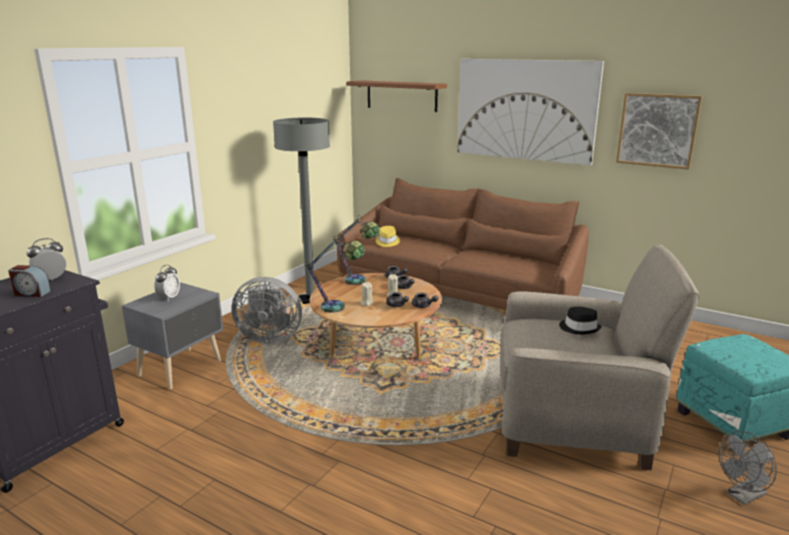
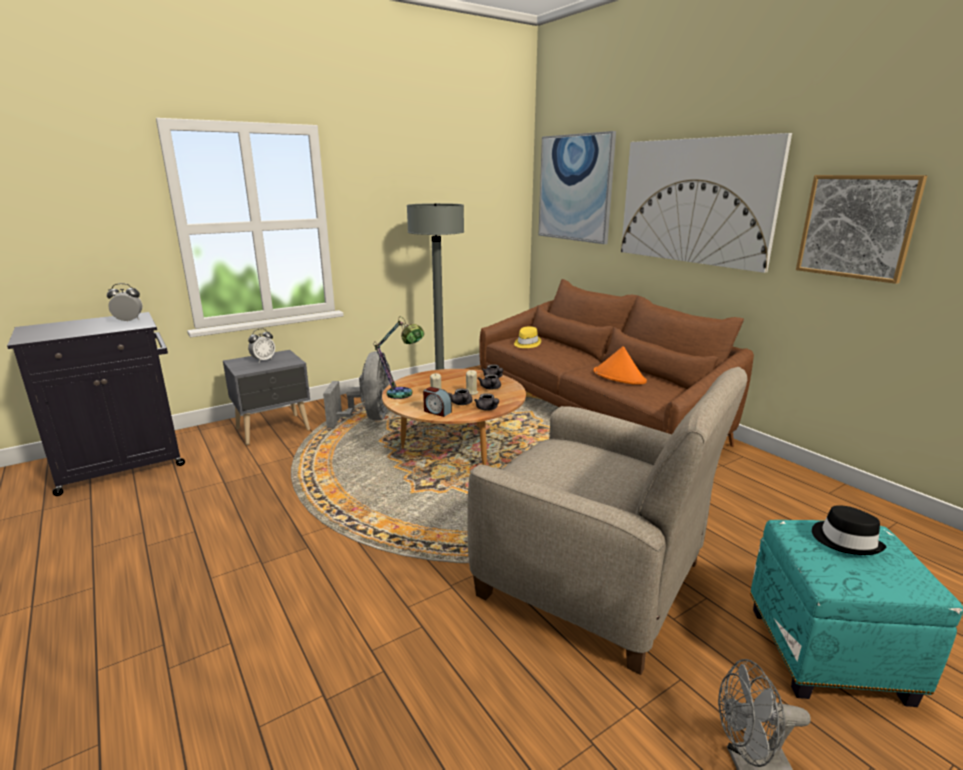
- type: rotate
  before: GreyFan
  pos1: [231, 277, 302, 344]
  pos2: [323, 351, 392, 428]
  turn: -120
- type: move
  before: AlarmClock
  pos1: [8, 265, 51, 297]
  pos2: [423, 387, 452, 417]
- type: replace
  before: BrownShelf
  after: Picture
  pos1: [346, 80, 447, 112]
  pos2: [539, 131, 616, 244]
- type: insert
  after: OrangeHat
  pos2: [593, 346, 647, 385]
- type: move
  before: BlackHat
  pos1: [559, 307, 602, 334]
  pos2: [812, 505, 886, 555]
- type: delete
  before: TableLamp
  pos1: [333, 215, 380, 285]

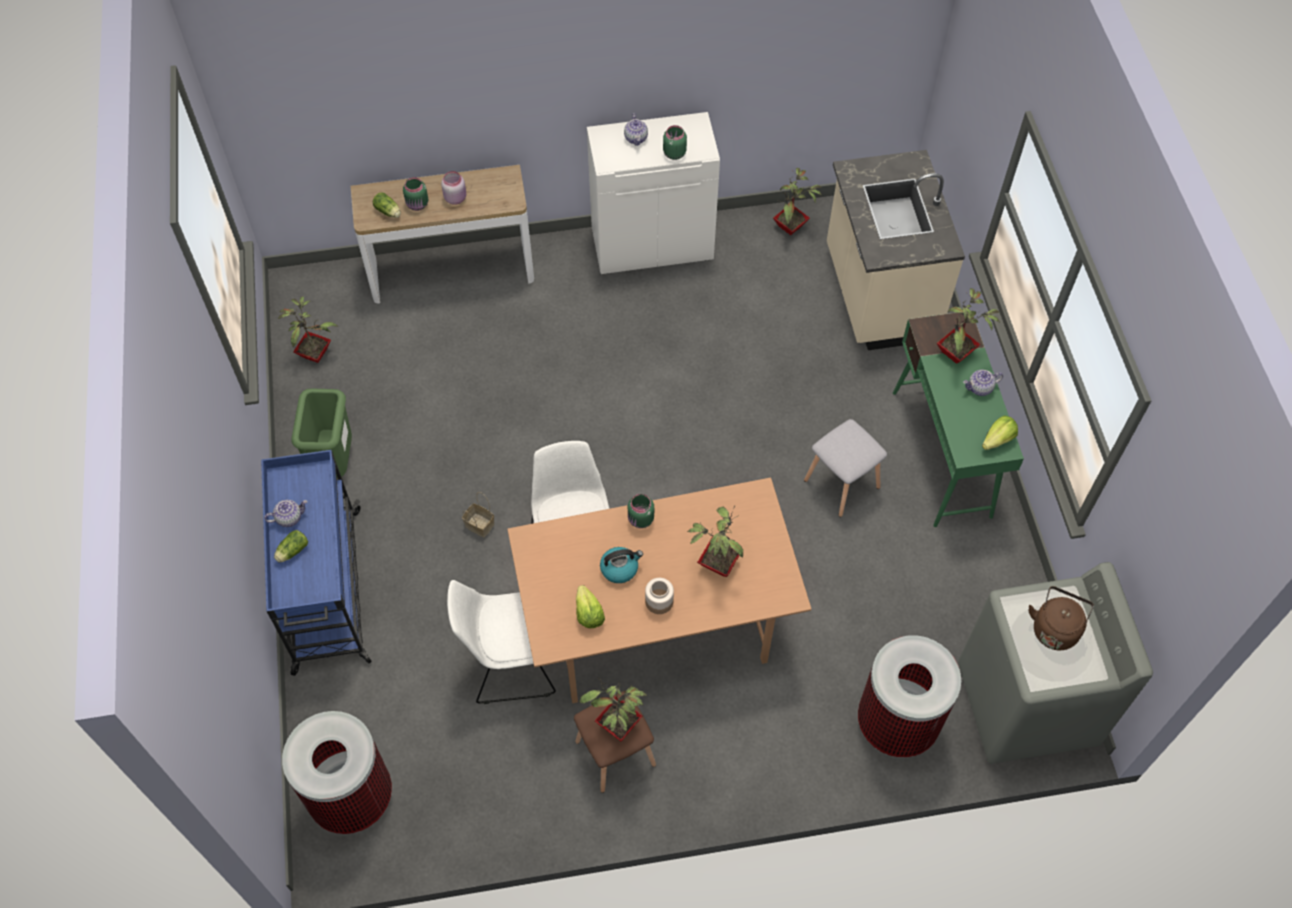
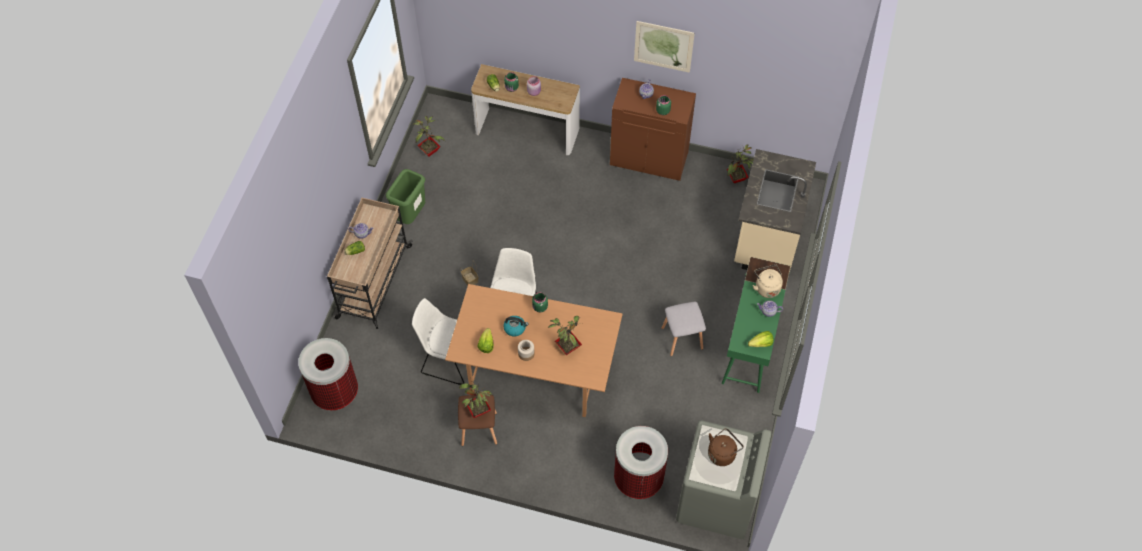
- type: recolor
  before: BlueCart
  after: BeigeCart
  pos1: [261, 450, 372, 676]
  pos2: [327, 198, 413, 329]
- type: recolor
  before: WhiteCabinet
  after: BrownCabinet
  pos1: [587, 112, 720, 274]
  pos2: [610, 78, 696, 181]
- type: insert
  after: Picture
  pos2: [634, 21, 695, 73]
- type: replace
  before: PottedPlant
  after: BeigeKettle
  pos1: [937, 288, 1000, 364]
  pos2: [753, 264, 783, 298]

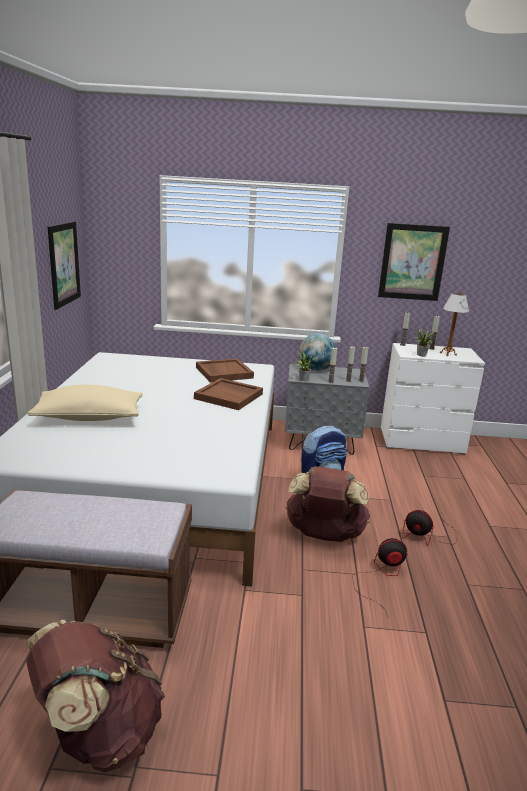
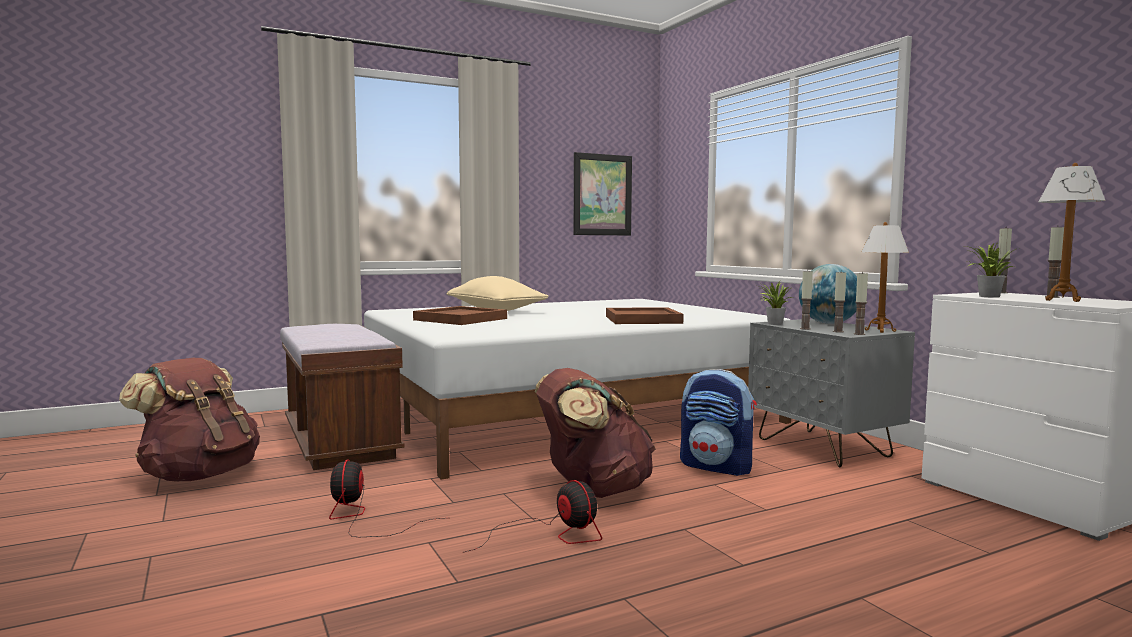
- type: move
  before: Fan
  pos1: [402, 510, 458, 546]
  pos2: [329, 460, 442, 537]
- type: move
  before: BrownTray
  pos1: [196, 358, 254, 382]
  pos2: [413, 306, 507, 325]
- type: insert
  after: TableLamp
  pos2: [861, 222, 909, 333]
- type: delete
  before: Picture
  pos1: [378, 223, 450, 301]

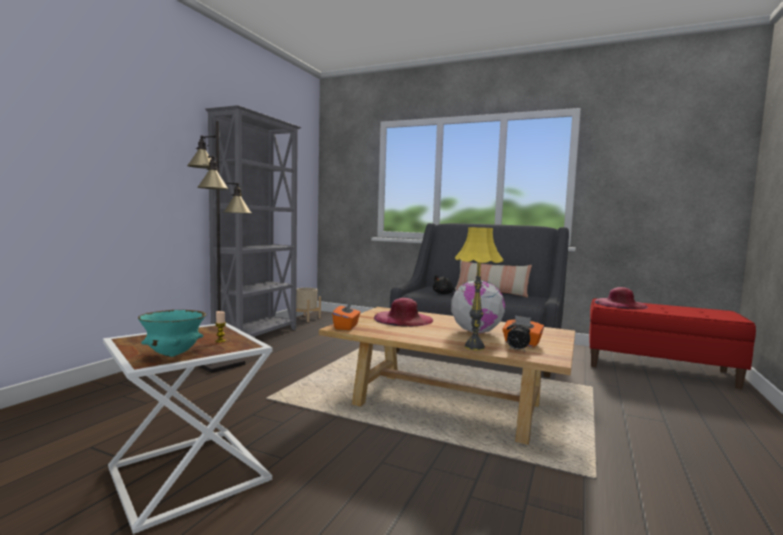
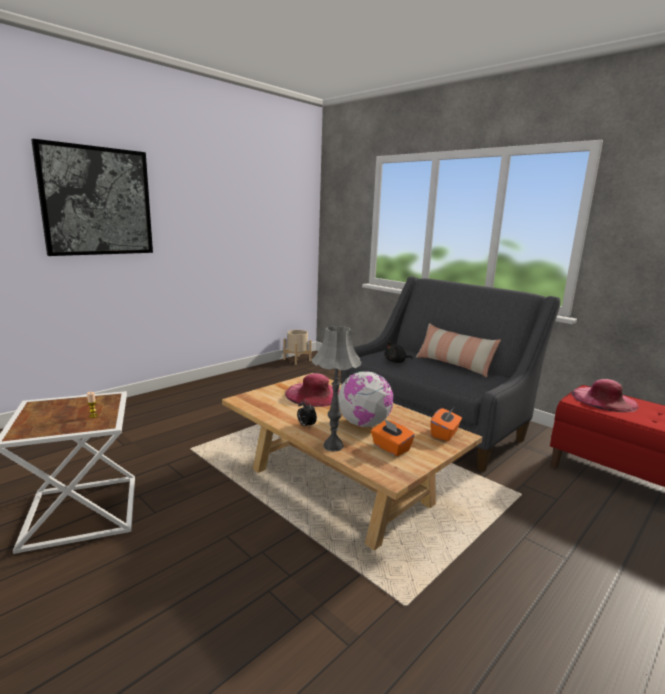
- type: insert
  after: Picture
  pos2: [31, 139, 153, 256]
- type: move
  before: AlarmClock
  pos1: [507, 321, 530, 351]
  pos2: [297, 400, 317, 428]
- type: recolor
  before: YellowTableLamp
  after: GreyTableLamp
  pos1: [455, 227, 503, 351]
  pos2: [312, 326, 362, 451]
- type: move
  before: OrangeTissueBox
  pos1: [332, 301, 361, 330]
  pos2: [430, 408, 462, 441]
- type: delete
  before: TurquoiseBowl
  pos1: [138, 310, 207, 357]
- type: delete
  before: BlackFloorLamp
  pos1: [187, 121, 251, 373]
- type: delete
  before: GreyBookcase
  pos1: [205, 105, 302, 337]

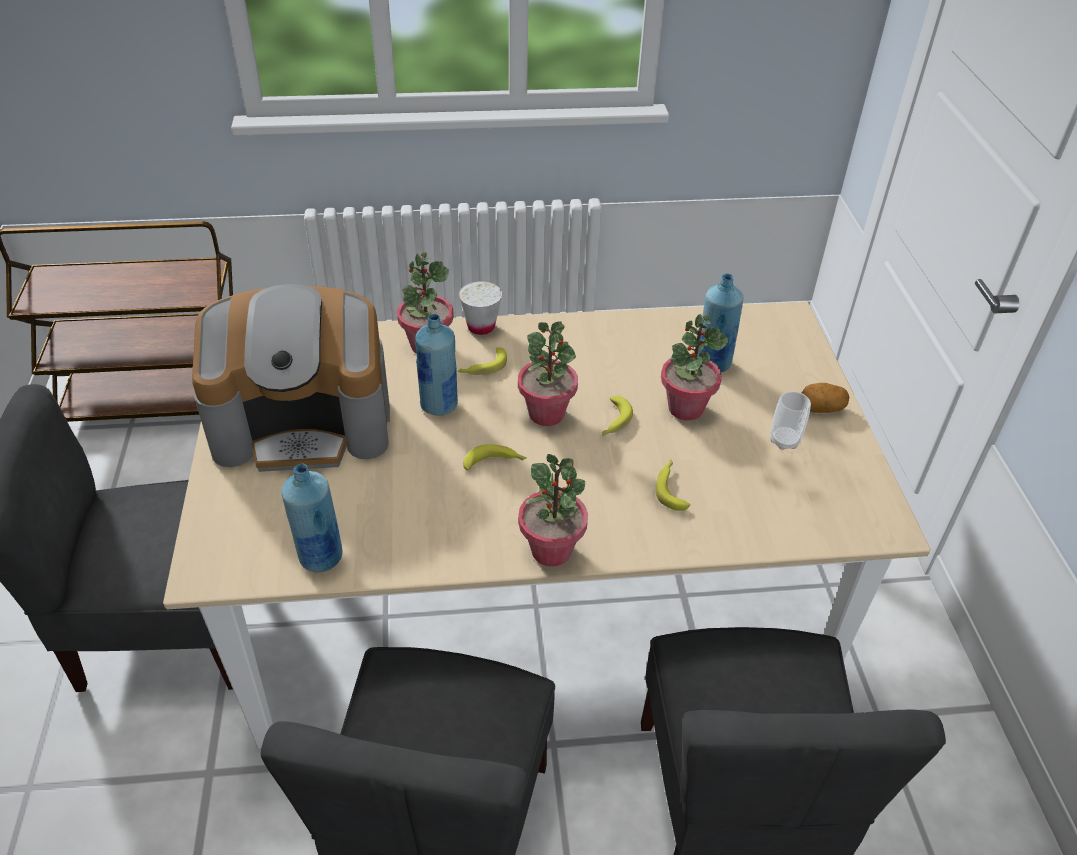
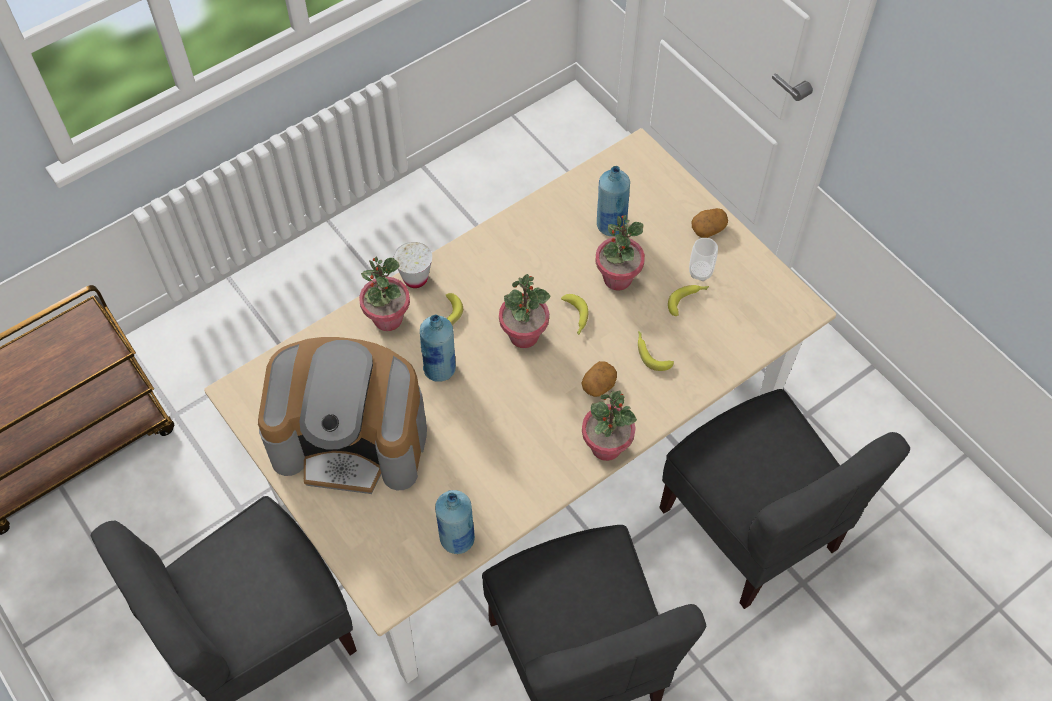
- type: rotate
  before: CoffeeMachine
  pos1: [192, 284, 390, 472]
  pos2: [258, 337, 427, 494]
  turn: 45
- type: insert
  after: Potato
  pos2: [581, 361, 617, 397]
- type: move
  before: Banana
  pos1: [463, 444, 527, 470]
  pos2: [668, 285, 709, 316]

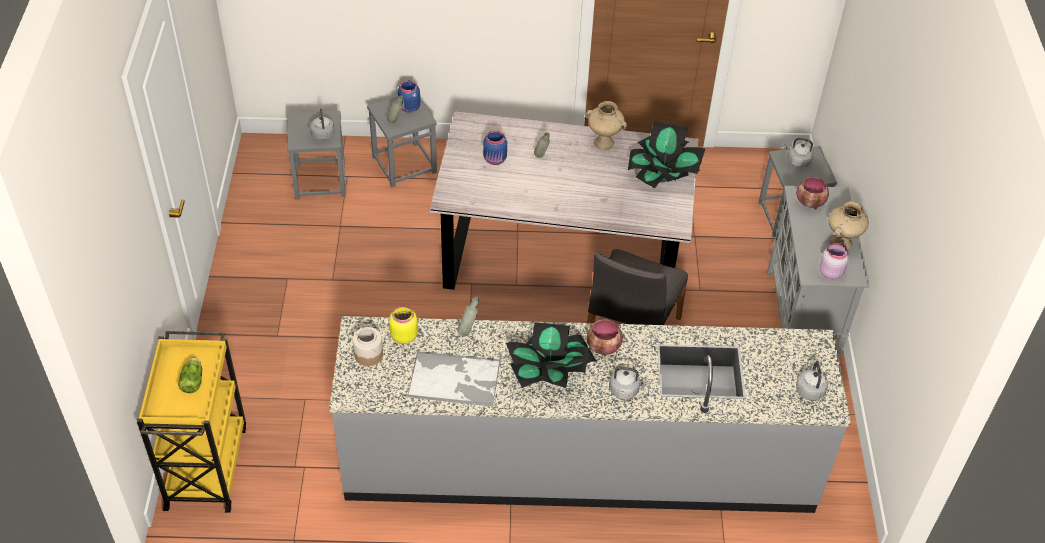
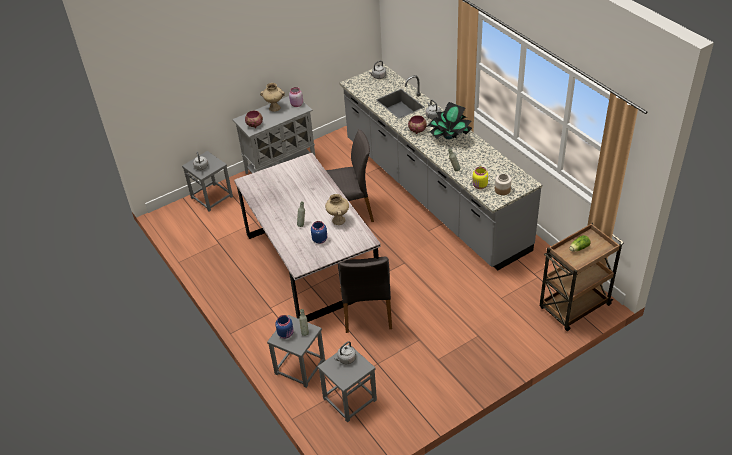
- type: move
  before: BeigeVase
  pos1: [585, 101, 627, 150]
  pos2: [325, 194, 349, 225]
- type: insert
  after: GreyChair
  pos2: [338, 257, 392, 333]
- type: recolor
  before: YellowCart
  after: BrownCart
  pos1: [137, 331, 246, 513]
  pos2: [540, 223, 624, 331]
- type: delete
  before: Tray
  pos1: [407, 351, 501, 407]
- type: delete
  before: PottedPlant
  pos1: [628, 121, 705, 188]

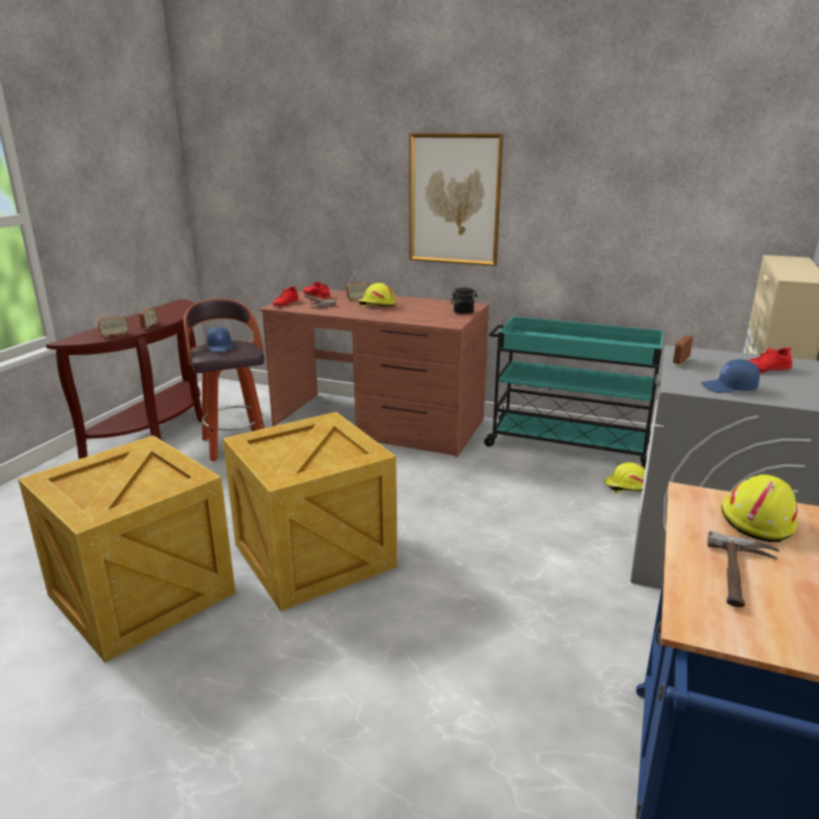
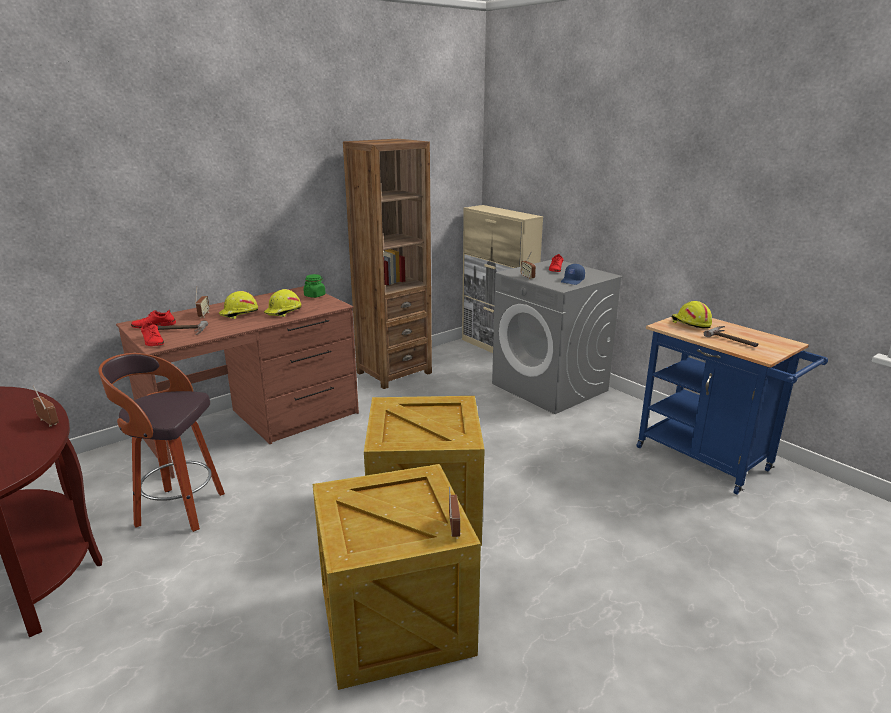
- type: move
  before: YellowHardHat
  pos1: [603, 463, 645, 494]
  pos2: [264, 289, 302, 317]
- type: recolor
  before: BlackJar
  after: GreenJar
  pos1: [451, 287, 477, 314]
  pos2: [303, 274, 326, 298]
- type: replace
  before: TurquoiseCart
  after: BrownBookcase
  pos1: [484, 316, 664, 468]
  pos2: [343, 139, 432, 389]
- type: move
  before: Radio
  pos1: [97, 303, 129, 337]
  pos2: [449, 487, 460, 537]
- type: delete
  before: BlueCap
  pos1: [206, 327, 232, 352]
- type: delete
  before: Picture
  pos1: [410, 133, 503, 266]

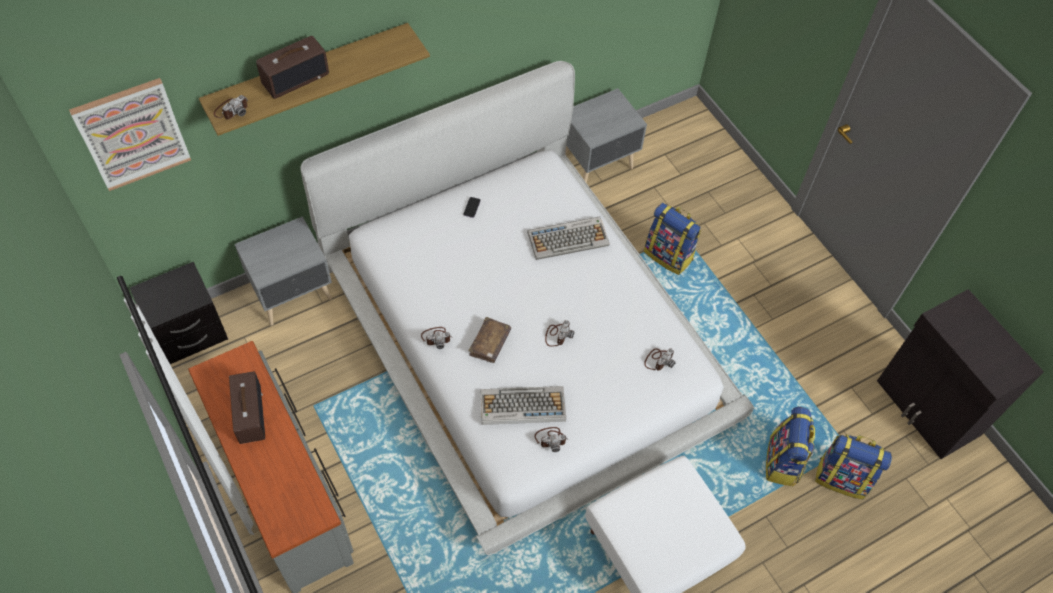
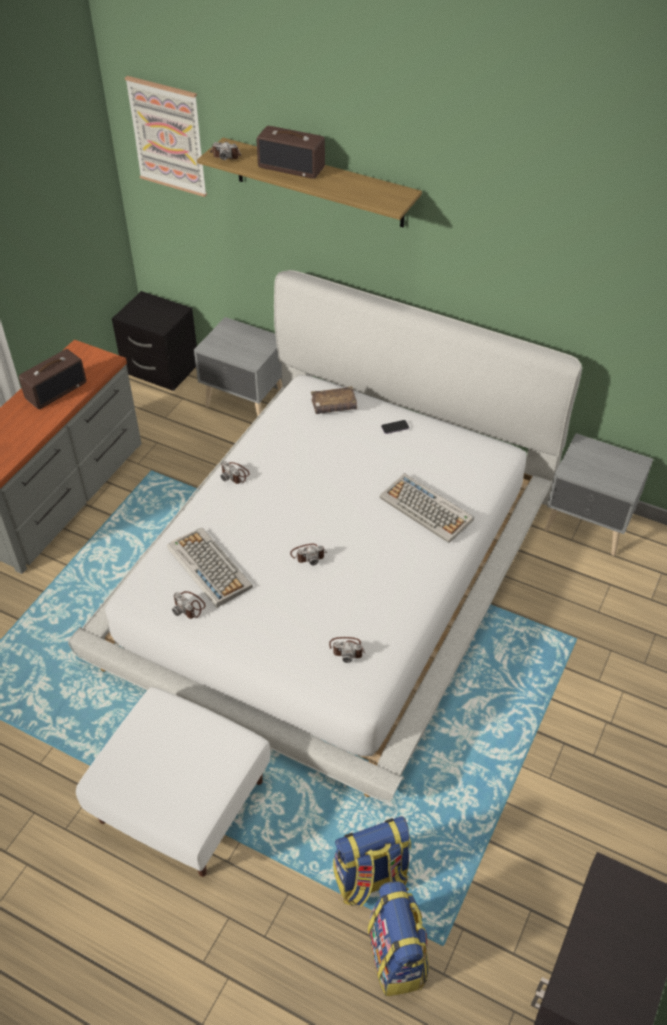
- type: move
  before: BrownBook
  pos1: [468, 317, 511, 363]
  pos2: [311, 386, 357, 414]
- type: delete
  before: Backpack
  pos1: [644, 203, 701, 275]

